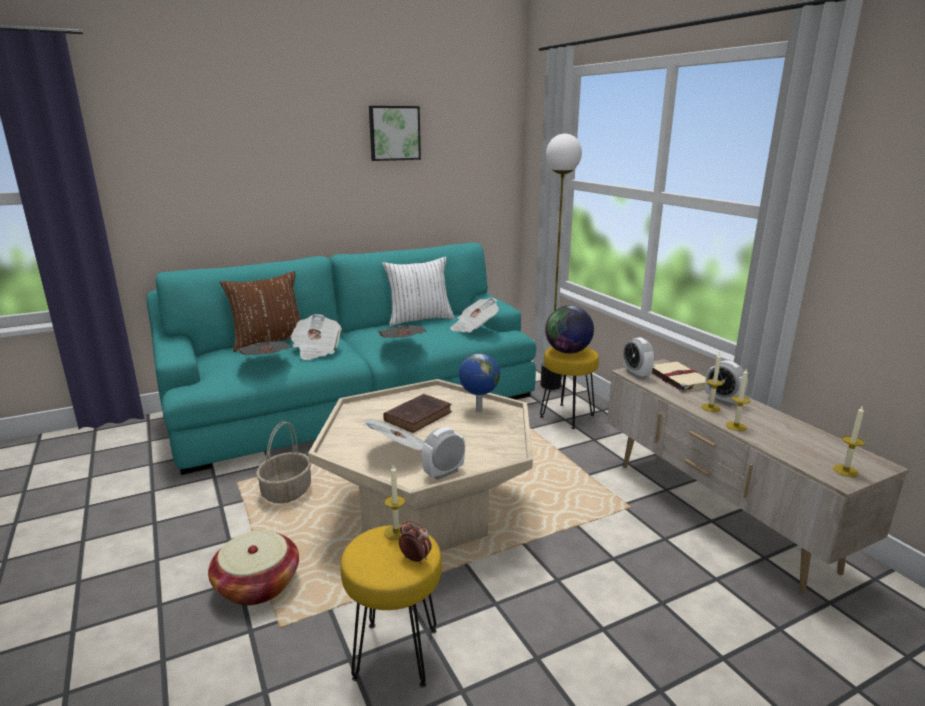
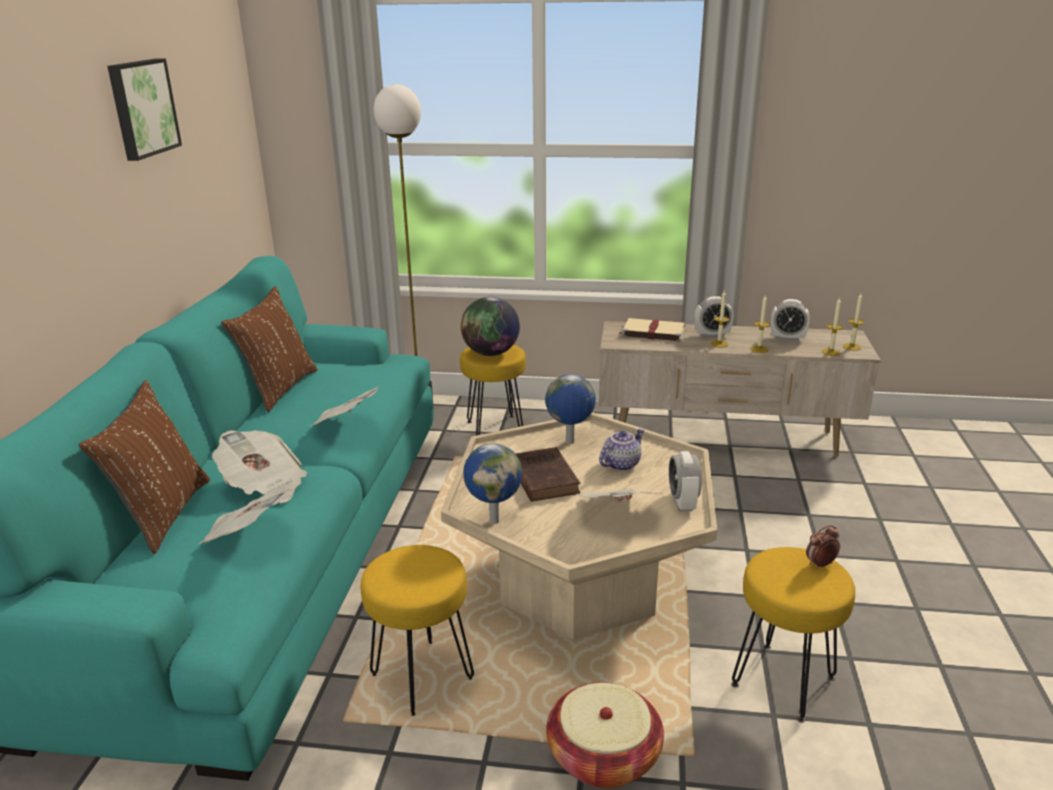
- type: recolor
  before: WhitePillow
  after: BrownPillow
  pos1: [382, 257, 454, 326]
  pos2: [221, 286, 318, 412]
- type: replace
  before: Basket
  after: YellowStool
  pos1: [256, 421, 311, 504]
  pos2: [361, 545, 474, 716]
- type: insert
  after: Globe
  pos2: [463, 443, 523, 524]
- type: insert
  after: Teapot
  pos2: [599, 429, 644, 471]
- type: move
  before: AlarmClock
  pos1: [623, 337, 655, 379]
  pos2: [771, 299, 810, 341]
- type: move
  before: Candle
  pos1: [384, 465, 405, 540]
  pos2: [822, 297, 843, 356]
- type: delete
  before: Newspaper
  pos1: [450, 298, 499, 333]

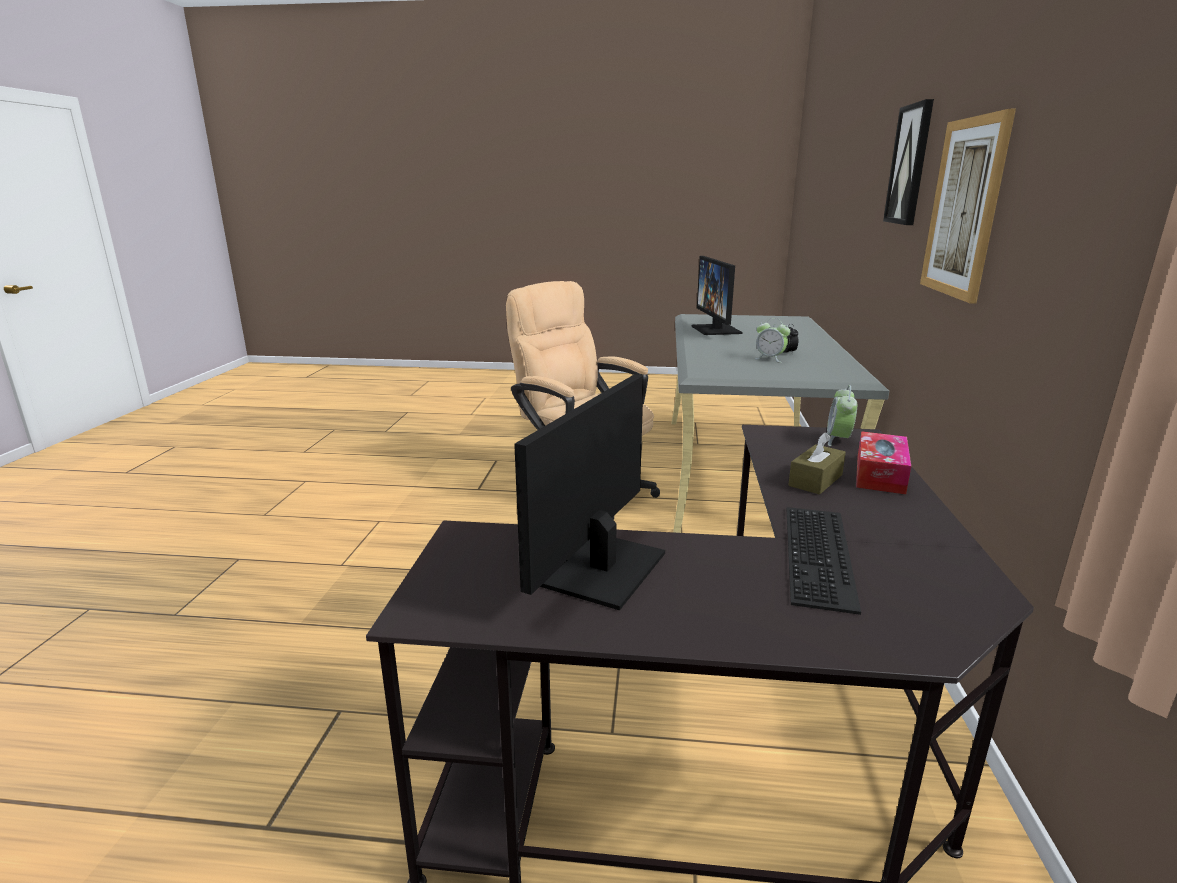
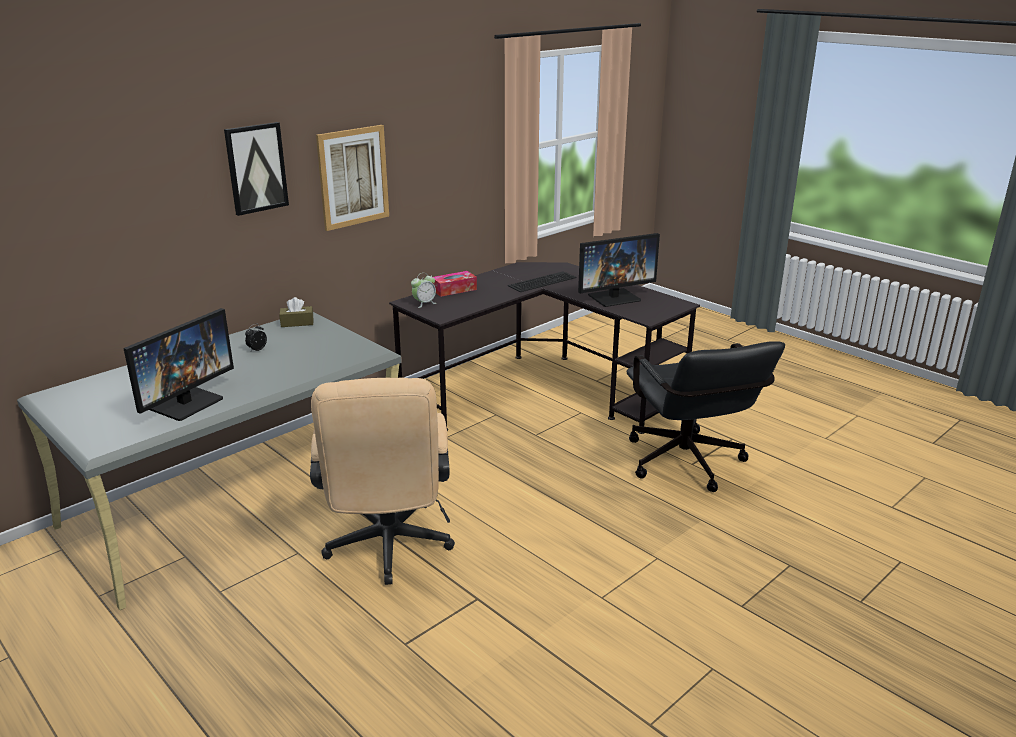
- type: move
  before: BrownTissueBox
  pos1: [788, 432, 846, 495]
  pos2: [279, 297, 314, 327]
- type: insert
  after: BlackOfficeChair
  pos2: [626, 342, 785, 492]
- type: delete
  before: AlarmClock
  pos1: [755, 318, 790, 363]

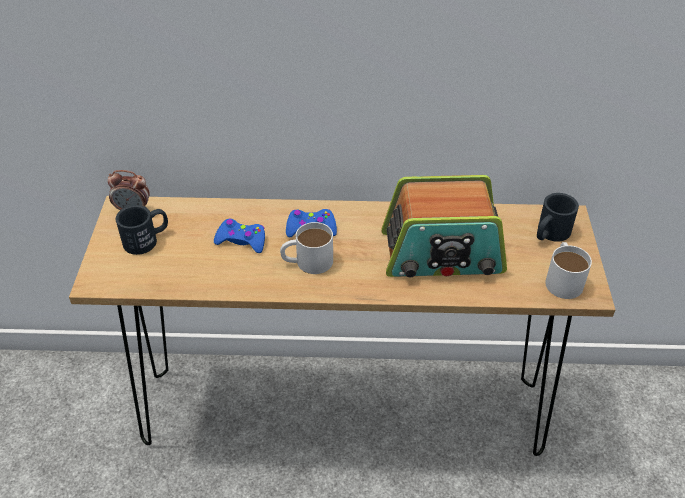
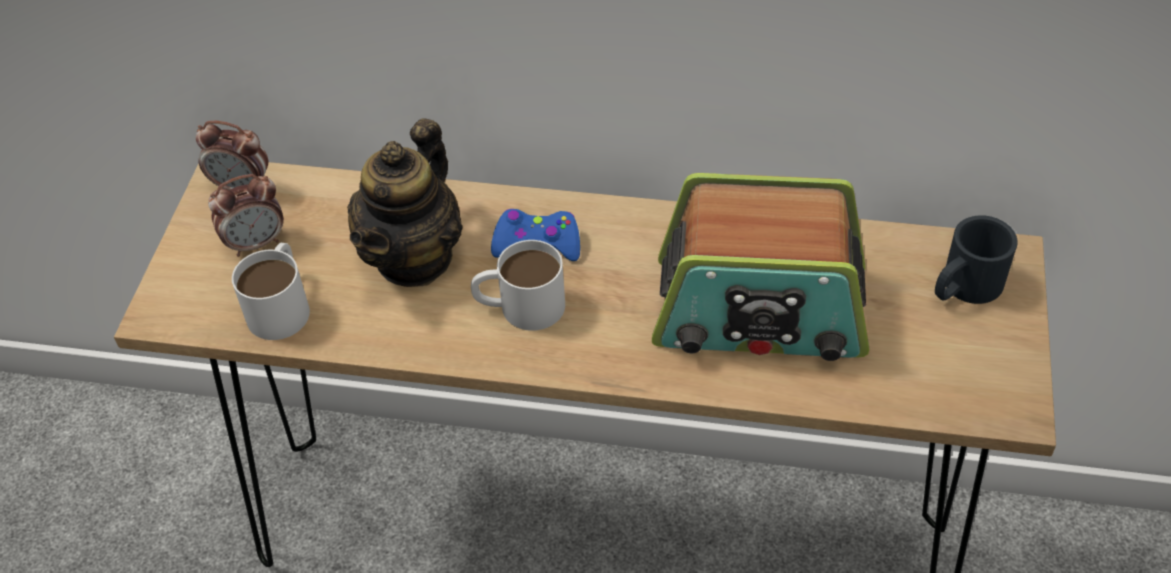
- type: replace
  before: BlackMug
  after: AlarmClock
  pos1: [116, 205, 168, 255]
  pos2: [208, 174, 284, 257]
- type: move
  before: WhiteMug
  pos1: [545, 242, 592, 299]
  pos2: [232, 243, 310, 340]
- type: replace
  before: BlueGameController
  after: Teapot
  pos1: [214, 219, 265, 253]
  pos2: [347, 118, 463, 287]

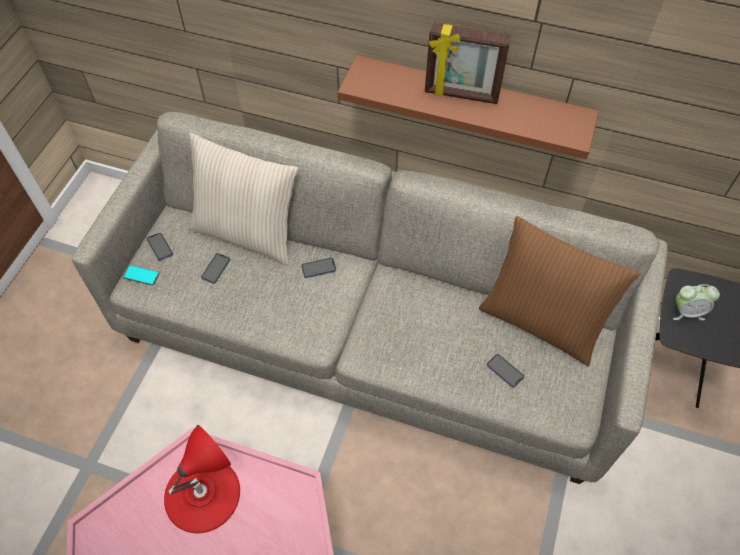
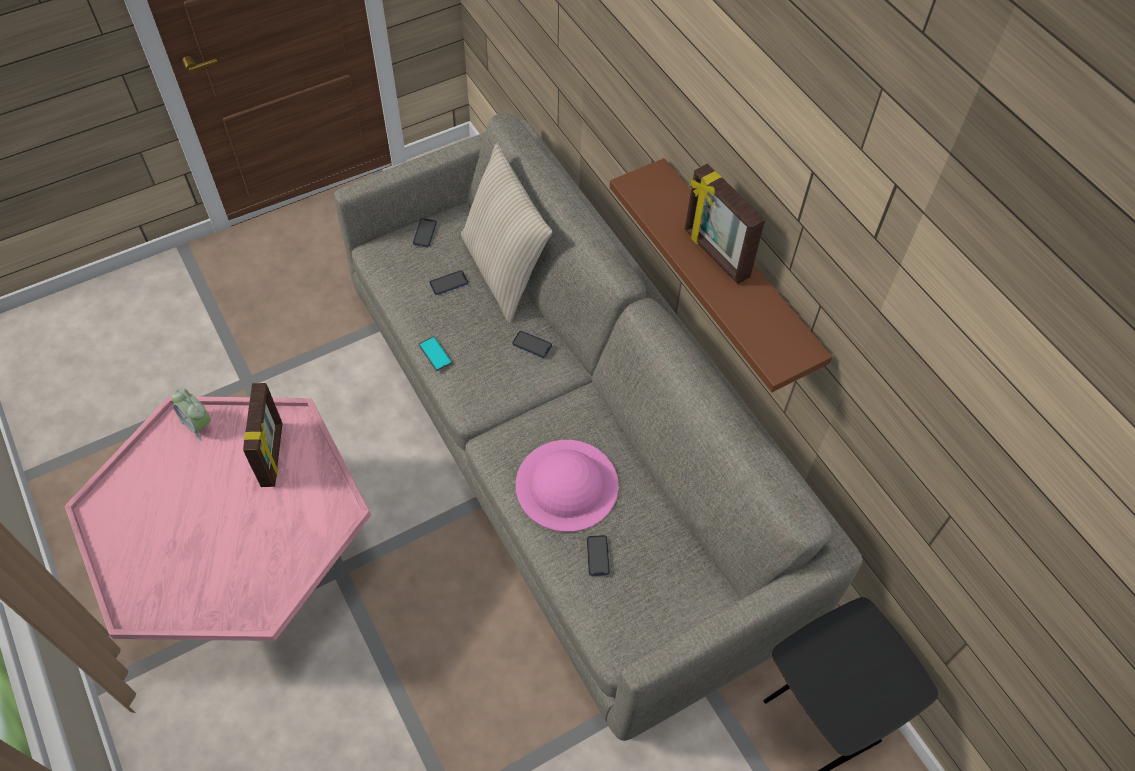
- type: move
  before: AlarmClock
  pos1: [673, 284, 720, 320]
  pos2: [171, 388, 211, 441]
- type: replace
  before: RedTableLamp
  after: PictureFrame
  pos1: [164, 425, 240, 533]
  pos2: [243, 383, 283, 487]
- type: move
  before: Phone
  pos1: [123, 265, 160, 286]
  pos2: [419, 336, 452, 371]
- type: insert
  after: PinkHat
  pos2: [516, 440, 619, 532]
- type: delete
  before: BrownPillow
  pos1: [479, 216, 641, 366]

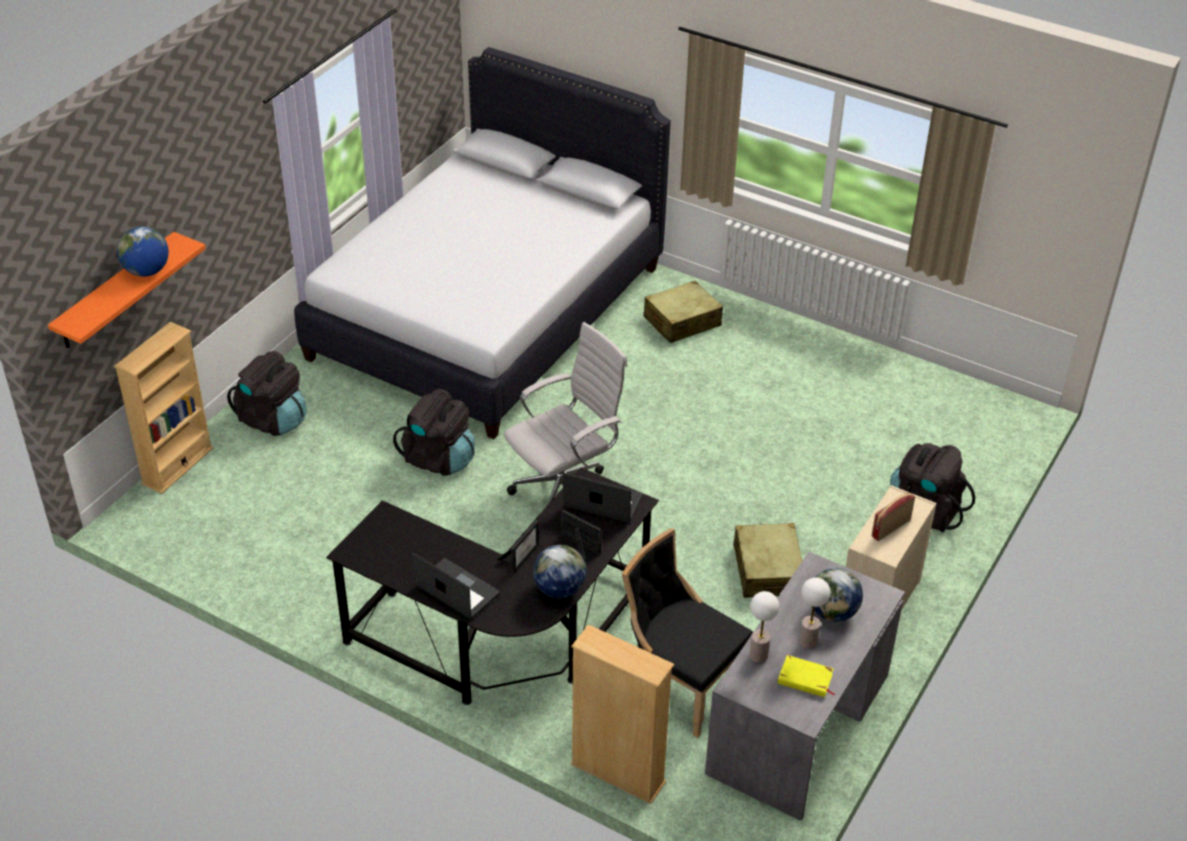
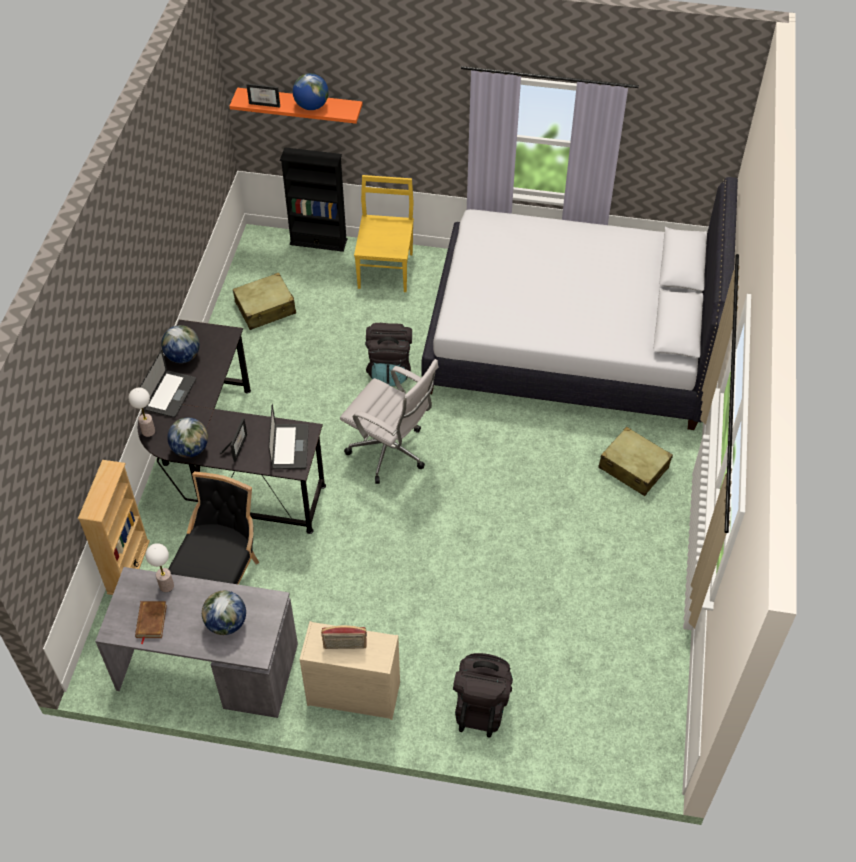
- type: move
  before: TableLamp
  pos1: [799, 578, 830, 649]
  pos2: [129, 387, 155, 437]
- type: recolor
  before: YellowBook
  after: BrownBook
  pos1: [778, 655, 835, 697]
  pos2: [135, 601, 167, 645]
- type: insert
  after: Globe
  pos2: [161, 325, 200, 363]
- type: move
  before: BeigeSuitcase
  pos1: [733, 523, 802, 598]
  pos2: [233, 273, 296, 330]
- type: move
  before: PictureFrame
  pos1: [497, 520, 539, 574]
  pos2: [246, 84, 280, 108]
- type: recolor
  before: BeigeBookcase
  after: BlackBookcase
  pos1: [114, 322, 213, 494]
  pos2: [280, 147, 347, 252]
- type: rotate
  before: Radio
  pos1: [871, 492, 915, 541]
  pos2: [321, 625, 367, 649]
  turn: 150
- type: replace
  before: BlackBackpack
  after: YellowChair
  pos1: [227, 351, 307, 436]
  pos2: [354, 175, 414, 292]

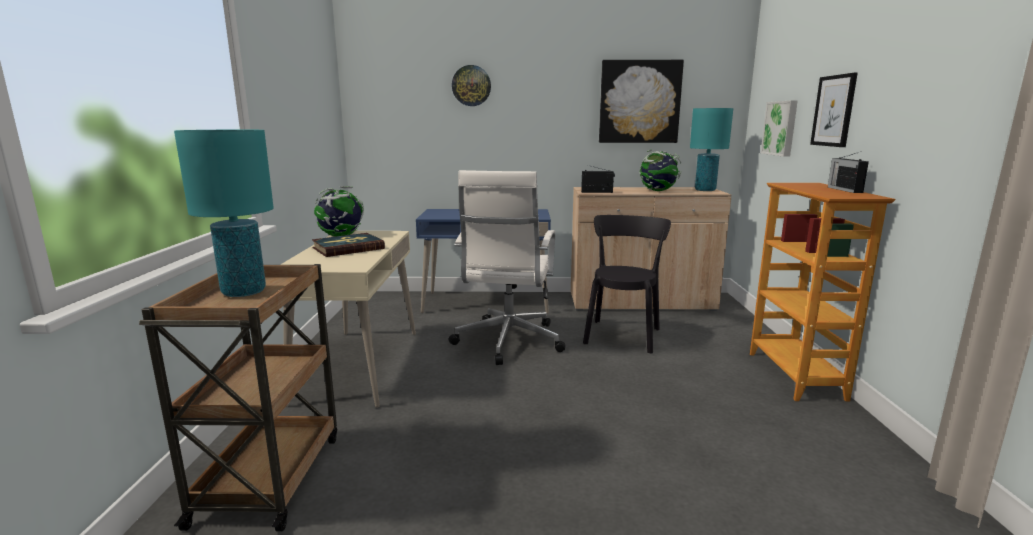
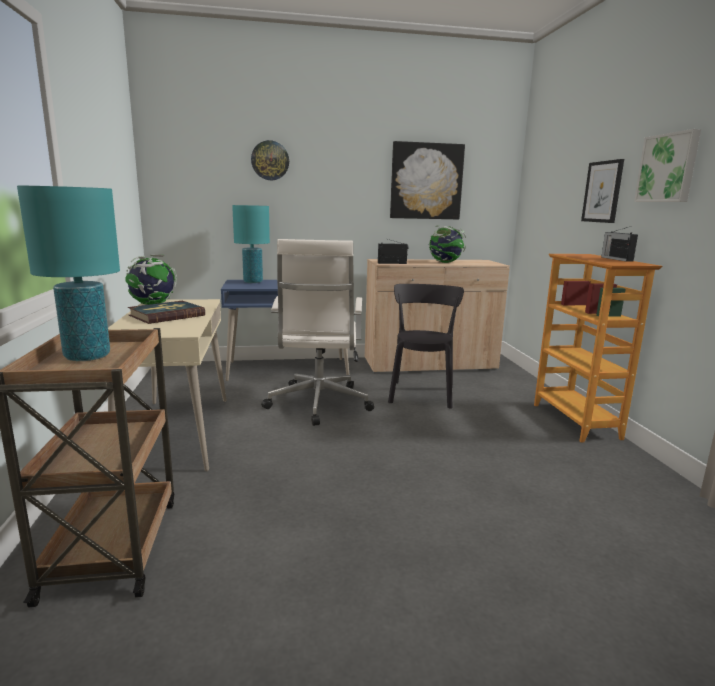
- type: move
  before: TurquoiseTableLamp
  pos1: [690, 108, 733, 191]
  pos2: [232, 205, 270, 283]
- type: move
  before: Picture
  pos1: [761, 100, 798, 157]
  pos2: [634, 129, 701, 202]

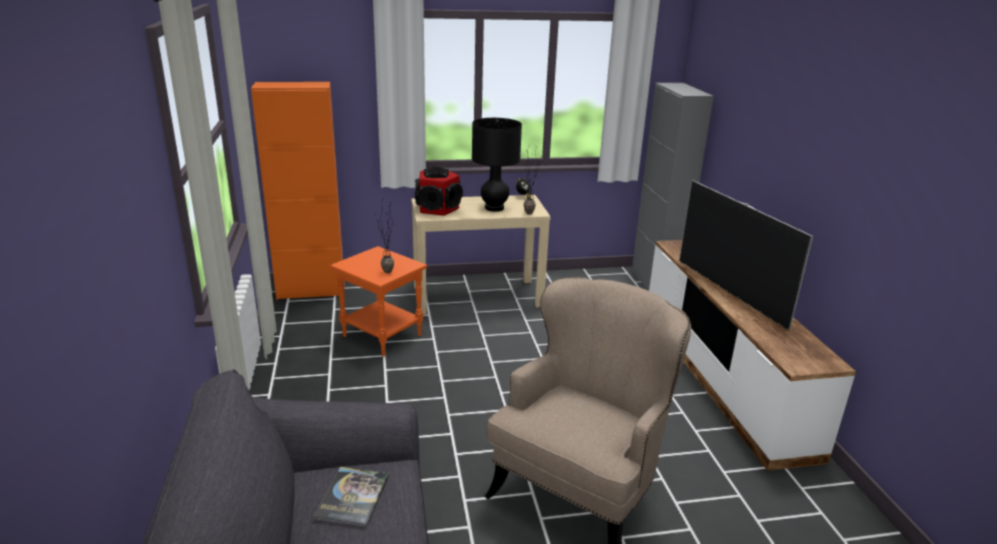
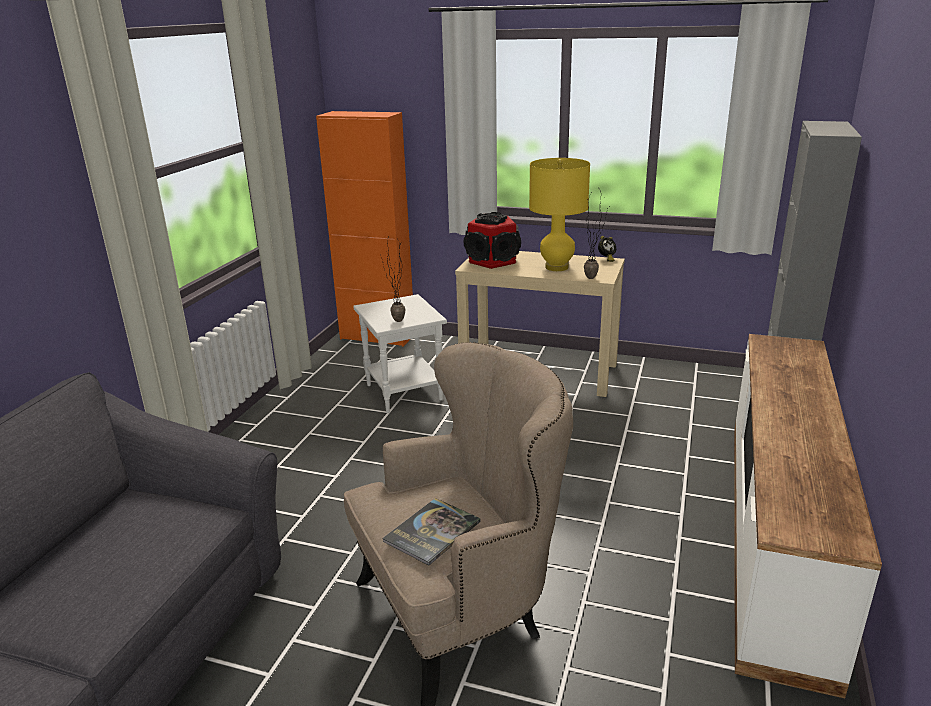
- type: recolor
  before: OrangeSideTable
  after: WhiteSideTable
  pos1: [330, 246, 427, 356]
  pos2: [353, 294, 447, 413]
- type: move
  before: Book
  pos1: [314, 467, 389, 527]
  pos2: [382, 498, 480, 565]
- type: recolor
  before: BlackTableLamp
  after: YellowTableLamp
  pos1: [472, 118, 522, 212]
  pos2: [529, 158, 590, 271]
- type: delete
  before: Television
  pos1: [679, 180, 813, 330]

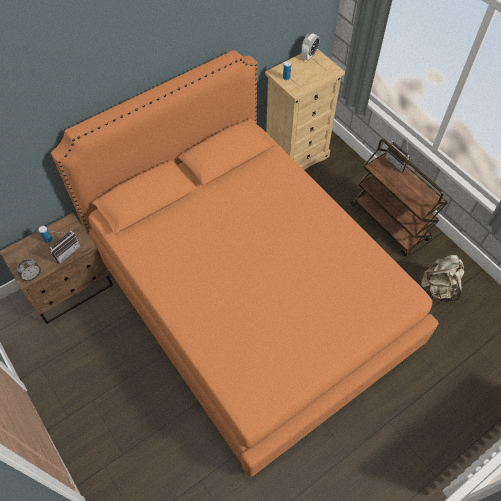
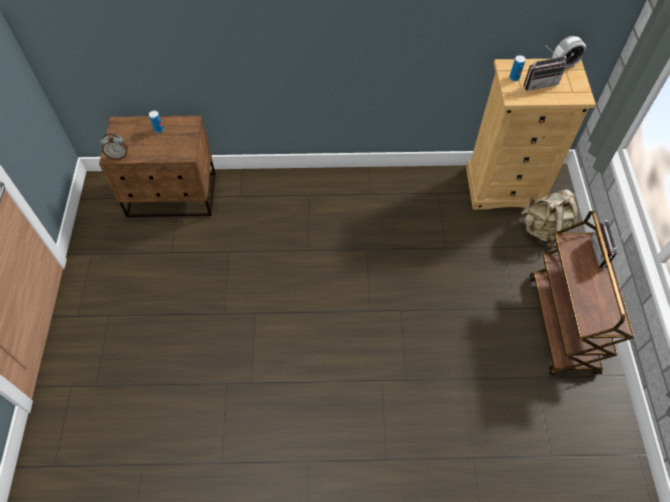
- type: move
  before: BeigeBackpack
  pos1: [419, 255, 464, 302]
  pos2: [521, 189, 579, 248]
- type: move
  before: Radio
  pos1: [49, 231, 81, 264]
  pos2: [524, 43, 567, 91]
- type: delete
  before: OrangeBed
  pos1: [51, 50, 439, 477]

